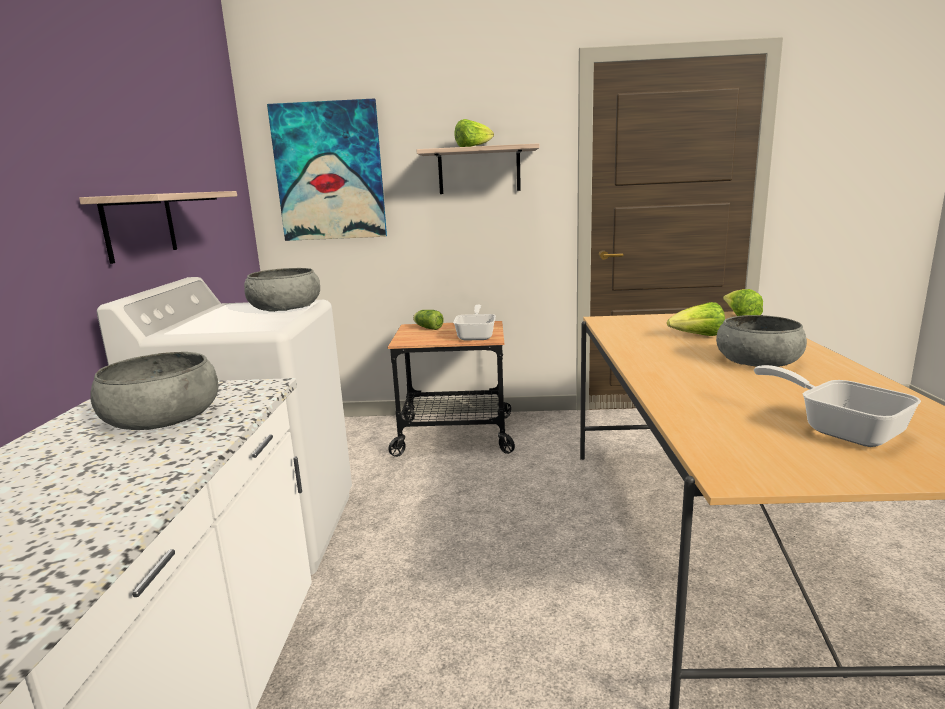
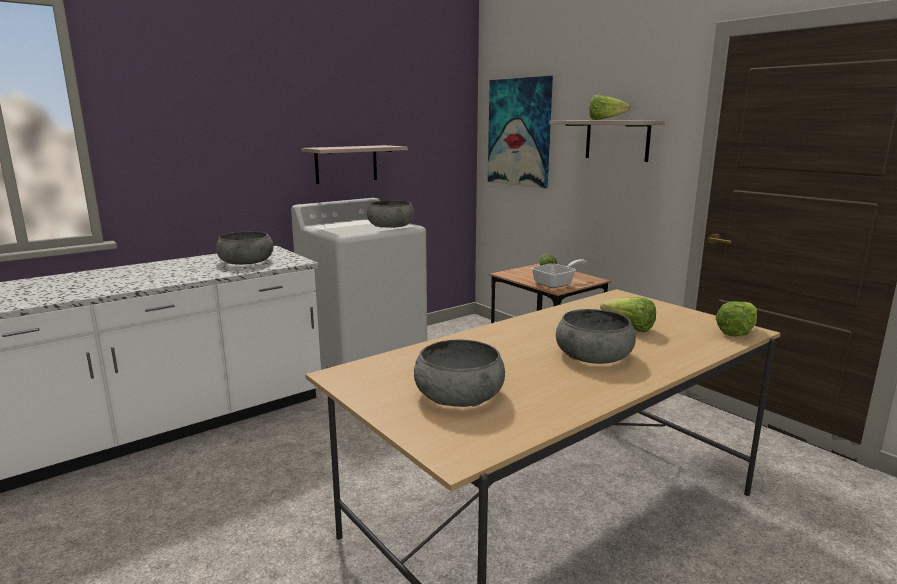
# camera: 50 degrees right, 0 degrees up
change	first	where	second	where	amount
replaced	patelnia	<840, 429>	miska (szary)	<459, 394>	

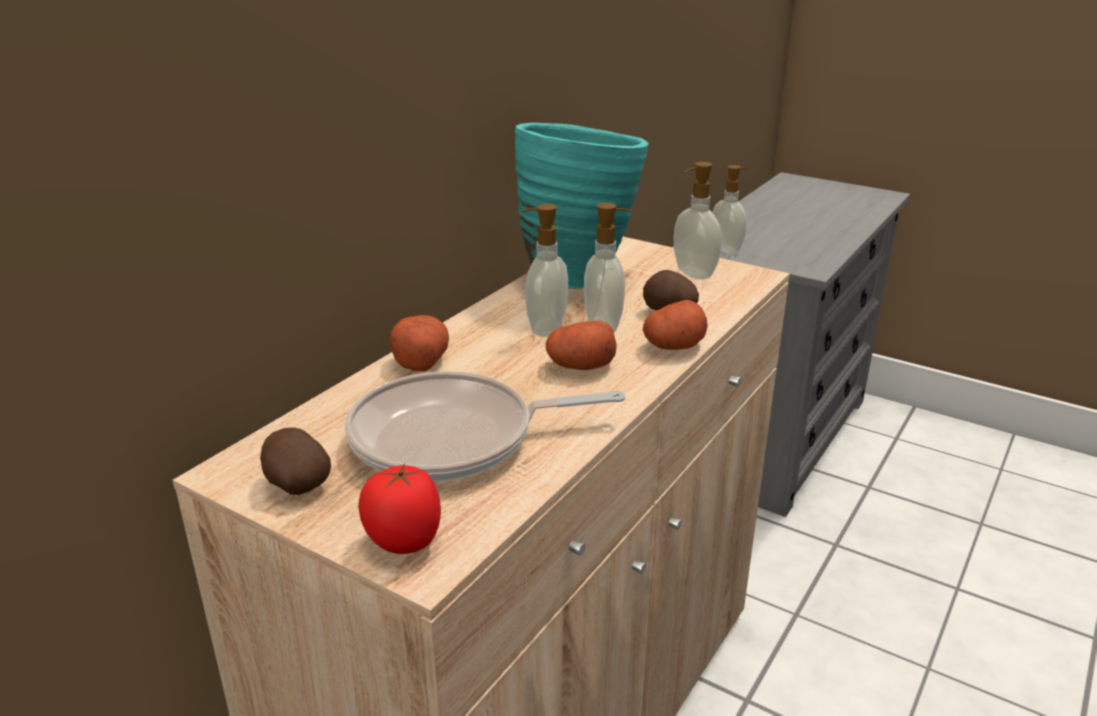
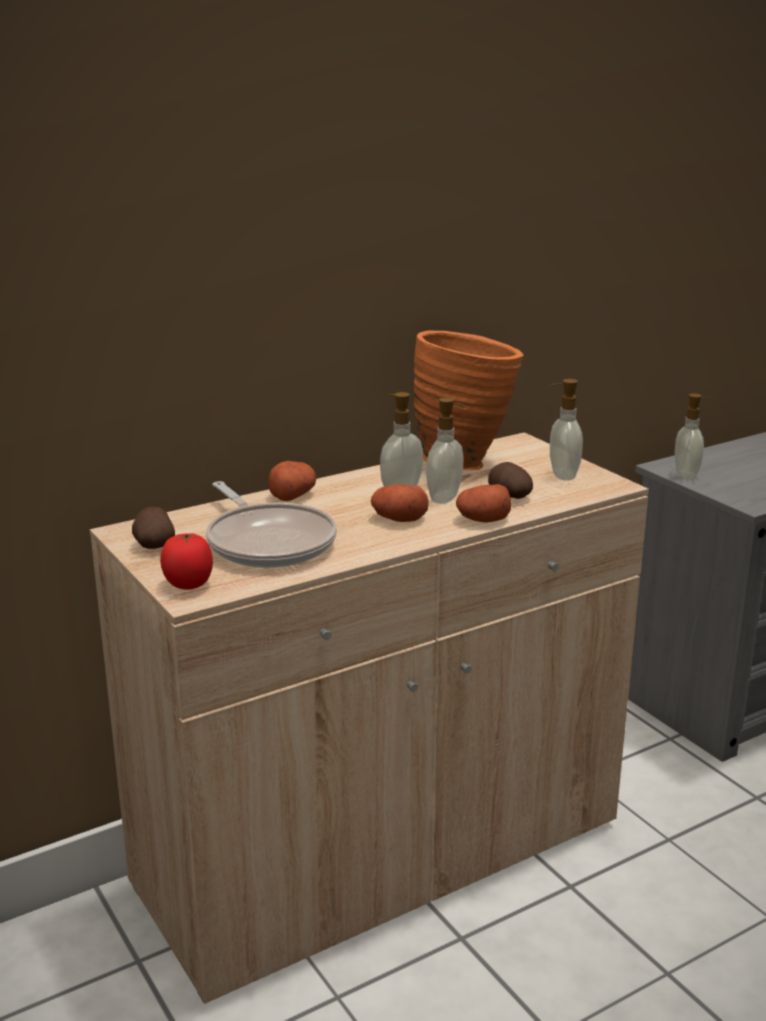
# camera: 25 degrees right, 5 degrees down
change	first	where	second	where	amount
recoloured	wazon (turkusowy)	<578, 277>	wazon (pomarańczowy)	<465, 462>	
turned	patelnia	<453, 438>		<268, 542>	135 degrees counterclockwise

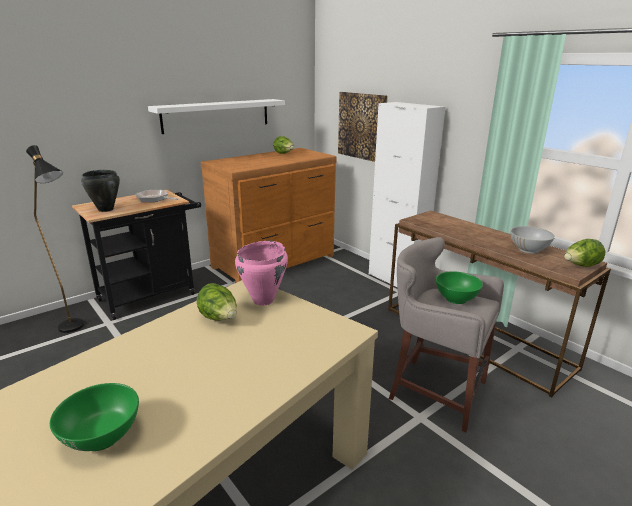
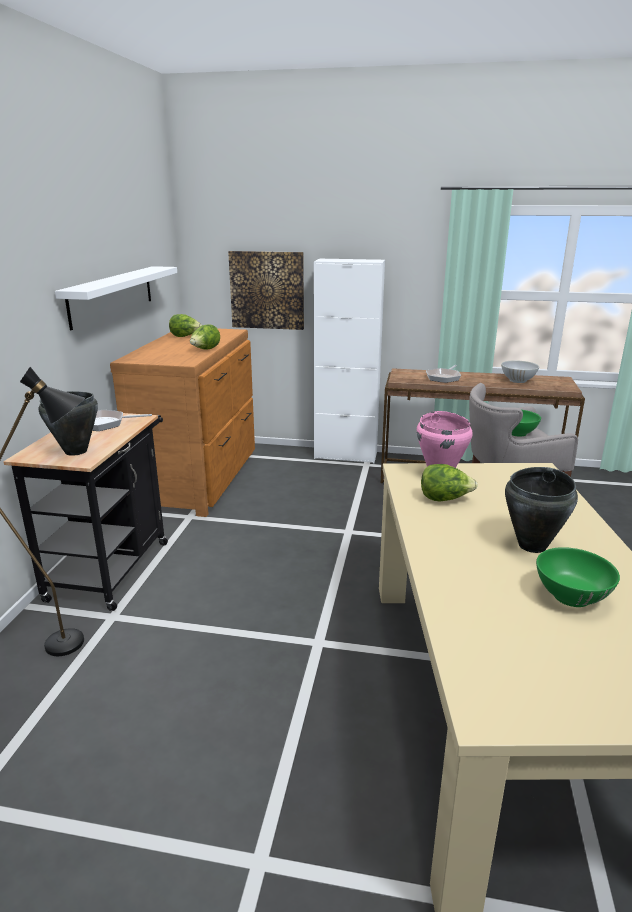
# camera: 40 degrees left, 0 degrees up
change	first	where	second	where	amount
added			patelnia	<444, 377>	
added			garnek (czarny)	<533, 545>	
moved	sałata	<580, 266>		<205, 350>	

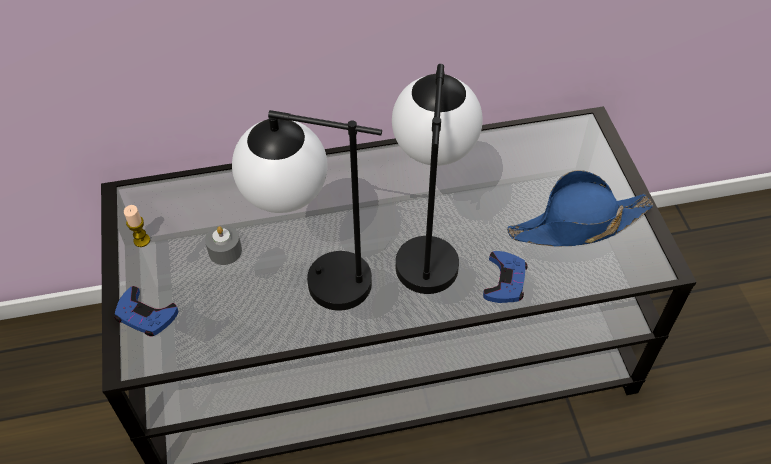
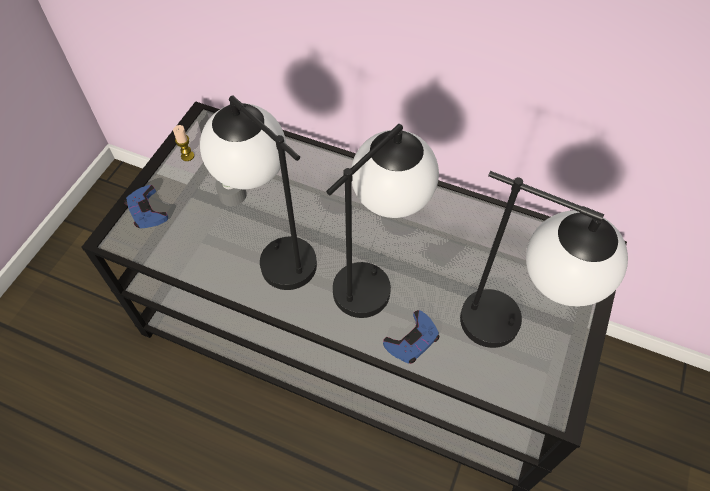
# camera: 35 degrees right, 5 degrees up
change	first	where	second	where	amount
replaced	kapelusz (niebieski)	<577, 225>	lampa stołowa	<513, 330>	

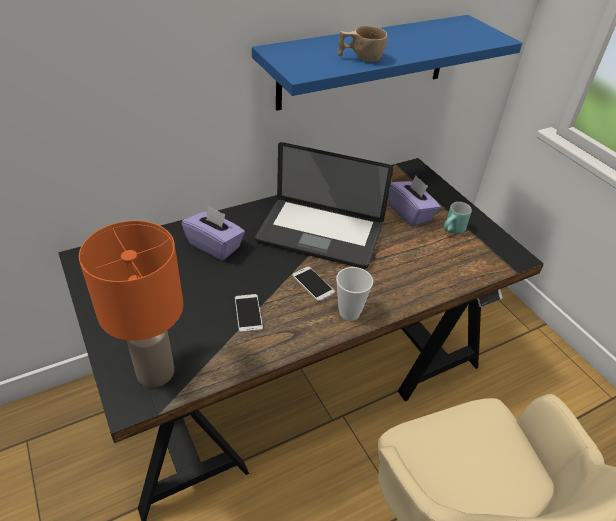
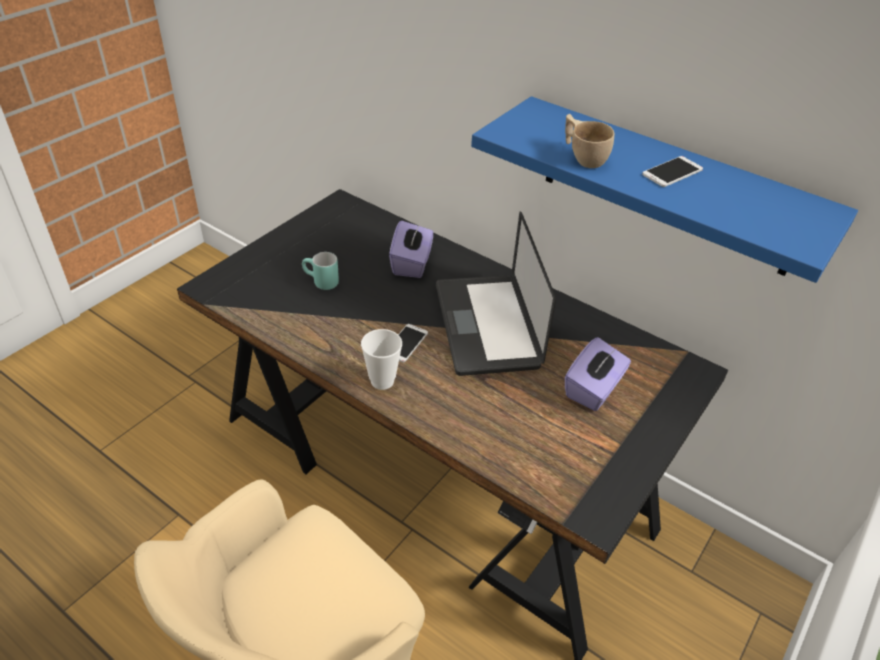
# camera: 65 degrees right, 0 degrees up
change	first	where	second	where	amount
removed	lampa stołowa (pomarańczowy)	<154, 371>			
moved	telefon	<248, 313>		<672, 172>	
moved	kubek (turkusowy)	<453, 231>		<320, 283>	

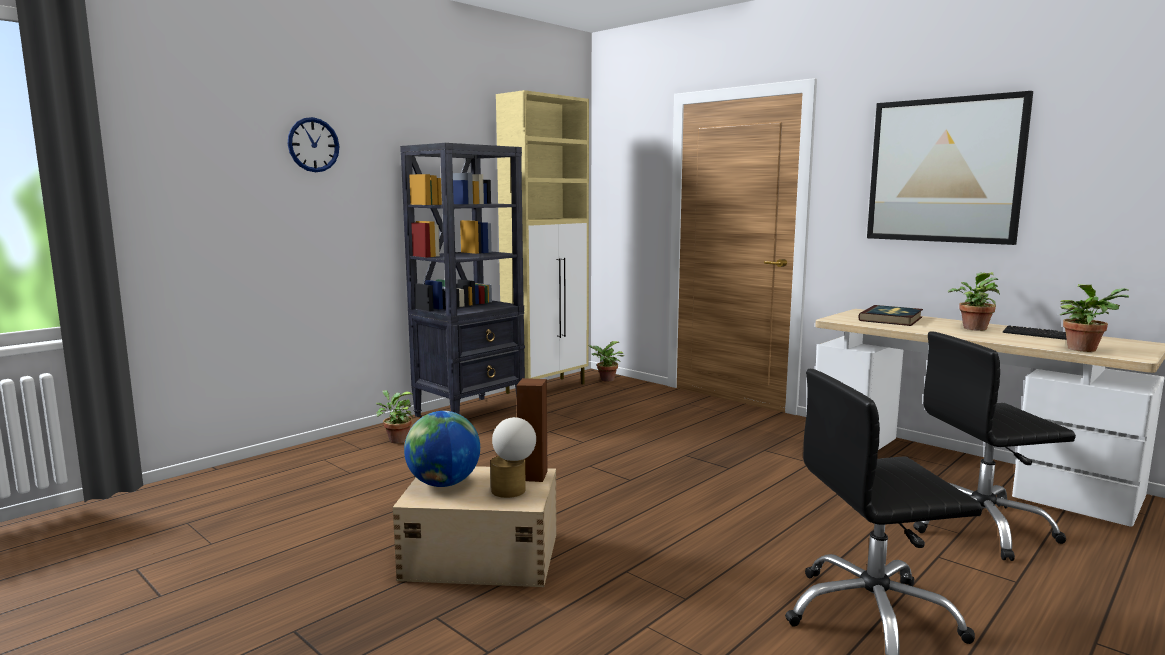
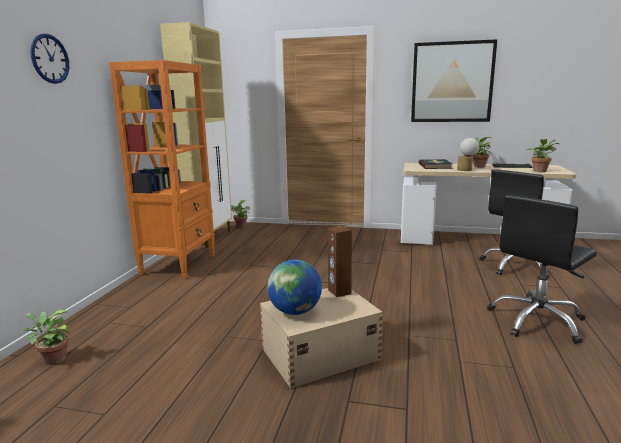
# camera: 30 degrees left, 5 degrees up
change	first	where	second	where	amount
moved	roślina doniczkowa	<396, 440>		<53, 359>	
moved	lampa stołowa	<513, 491>		<466, 170>	
recoloured	regał (czarny)	<470, 413>	regał (pomarańczowy)	<179, 264>	

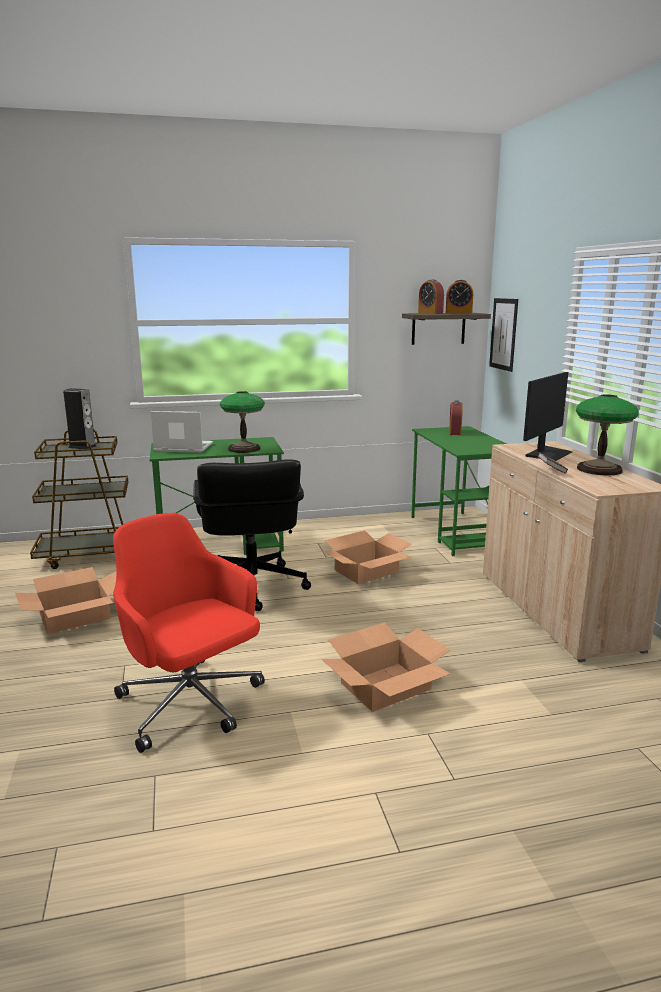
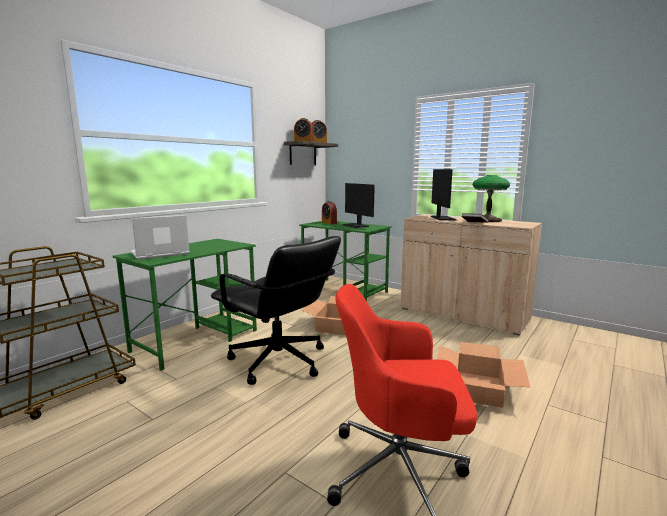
# camera: 40 degrees left, 5 degrees down
change	first	where	second	where	amount
removed	karton	<75, 616>			
removed	głośnik	<82, 447>			
removed	lampa stołowa	<243, 449>			
removed	obraz	<503, 334>			
added			monitor	<355, 225>	

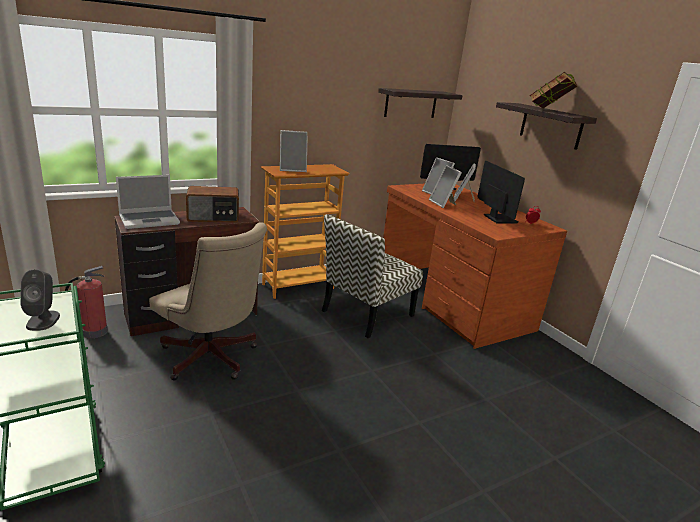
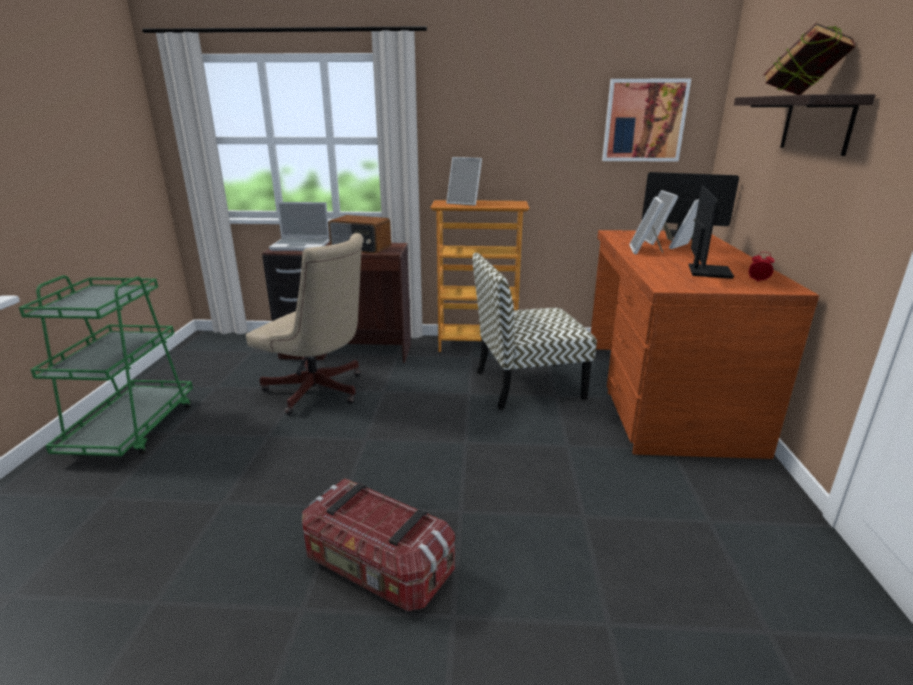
# camera: 35 degrees right, 0 degrees up
change	first	where	second	where	amount
removed	głośnik (szary)	<43, 320>			
removed	gaśnica	<93, 332>			
added			pojemnik do przechowywania	<377, 568>	
replaced	półka	<411, 103>	obraz	<644, 121>	
turned	krzesło biurowe (beżowy)	<211, 360>		<319, 392>	45 degrees counterclockwise

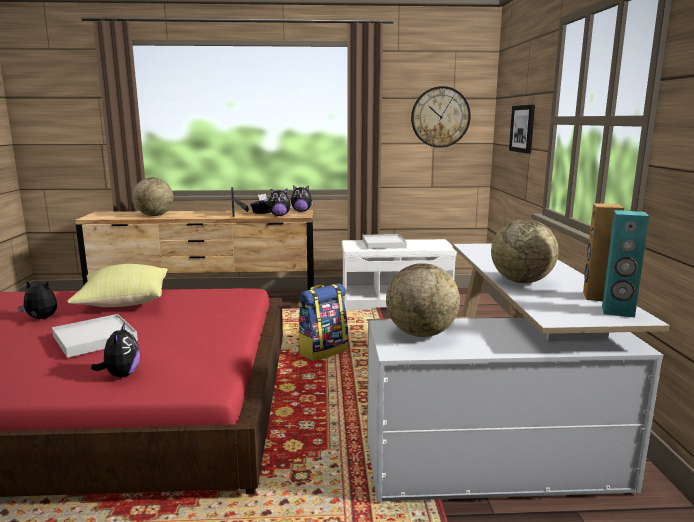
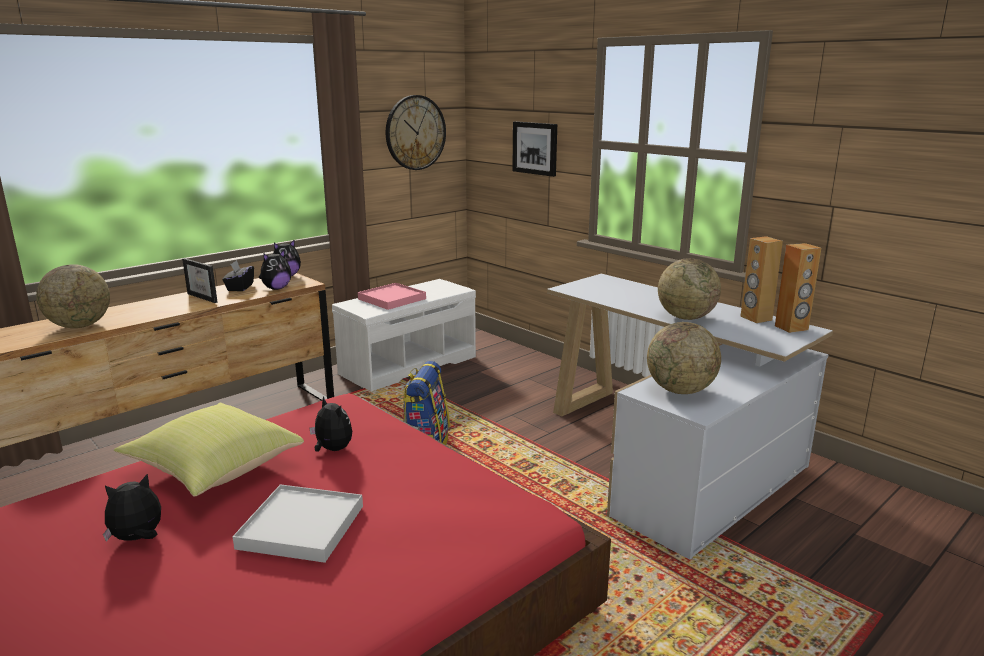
# camera: 40 degrees left, 5 degrees up
change	first	where	second	where	amount
moved	pluszak	<121, 375>		<332, 449>	
recoloured	taca (biały)	<384, 244>	taca (różowy)	<392, 299>	
recoloured	głośnik (turkusowy)	<618, 311>	głośnik (brązowy)	<791, 328>	

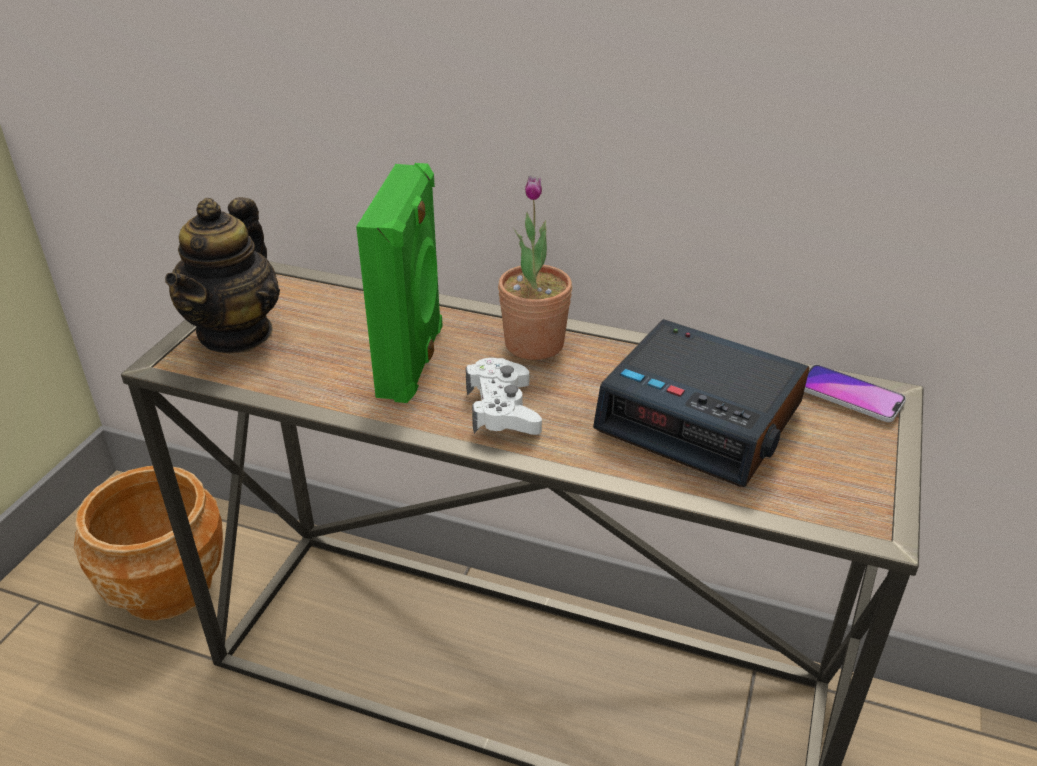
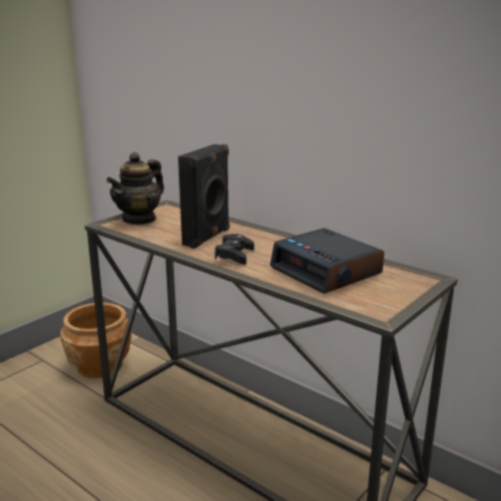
# camera: 20 degrees right, 15 degrees down
change	first	where	second	where	amount
removed	roślina doniczkowa	<534, 344>			
removed	telefon	<850, 395>			
recoloured	głośnik (zielony)	<413, 362>	głośnik (czarny)	<208, 237>	
recoloured	pad do gier (biały)	<502, 409>	pad do gier (czarny)	<234, 255>	

